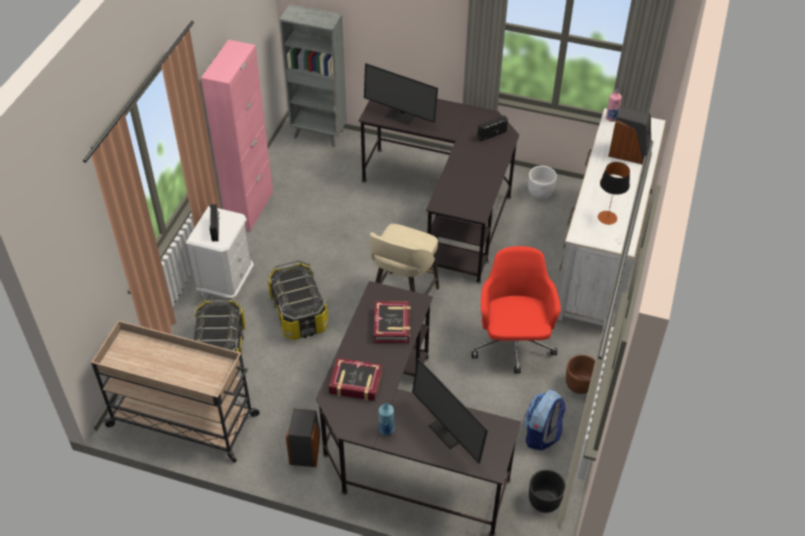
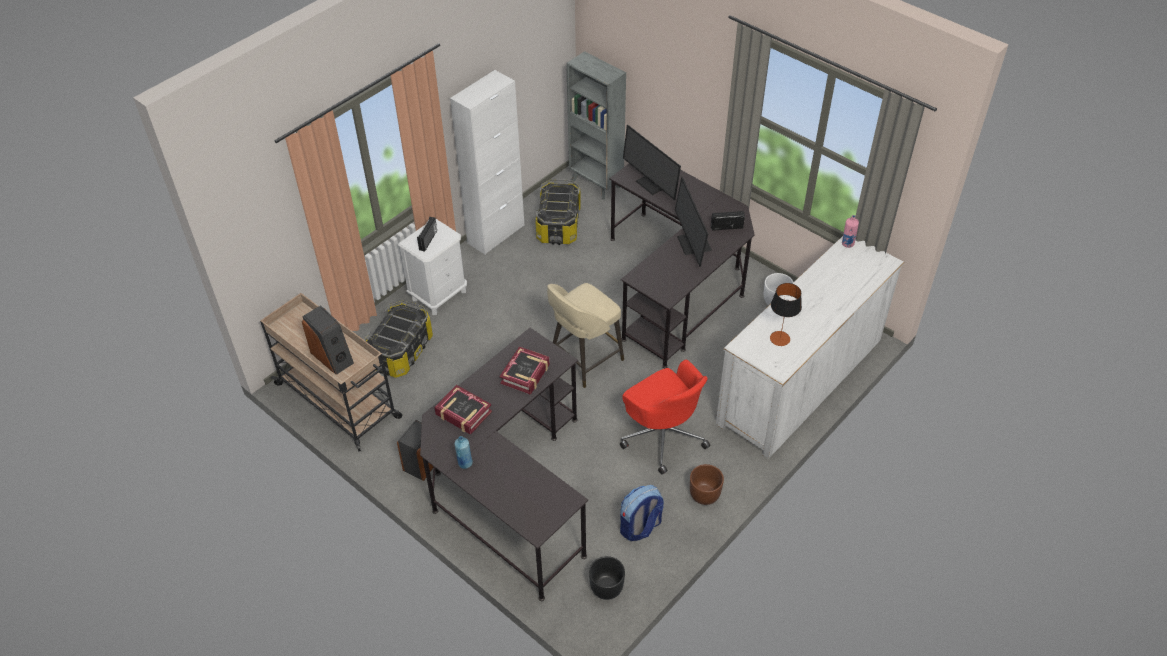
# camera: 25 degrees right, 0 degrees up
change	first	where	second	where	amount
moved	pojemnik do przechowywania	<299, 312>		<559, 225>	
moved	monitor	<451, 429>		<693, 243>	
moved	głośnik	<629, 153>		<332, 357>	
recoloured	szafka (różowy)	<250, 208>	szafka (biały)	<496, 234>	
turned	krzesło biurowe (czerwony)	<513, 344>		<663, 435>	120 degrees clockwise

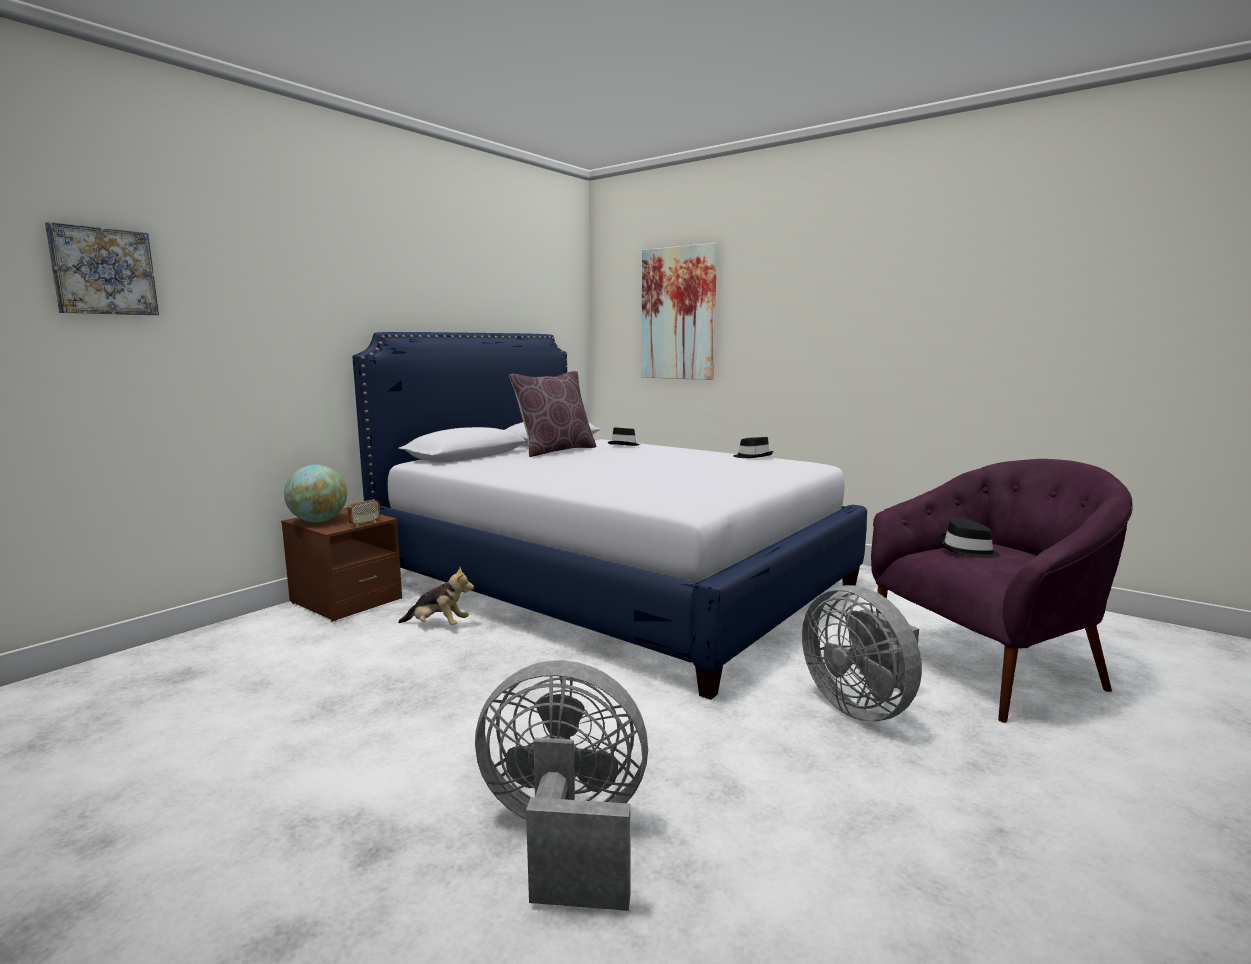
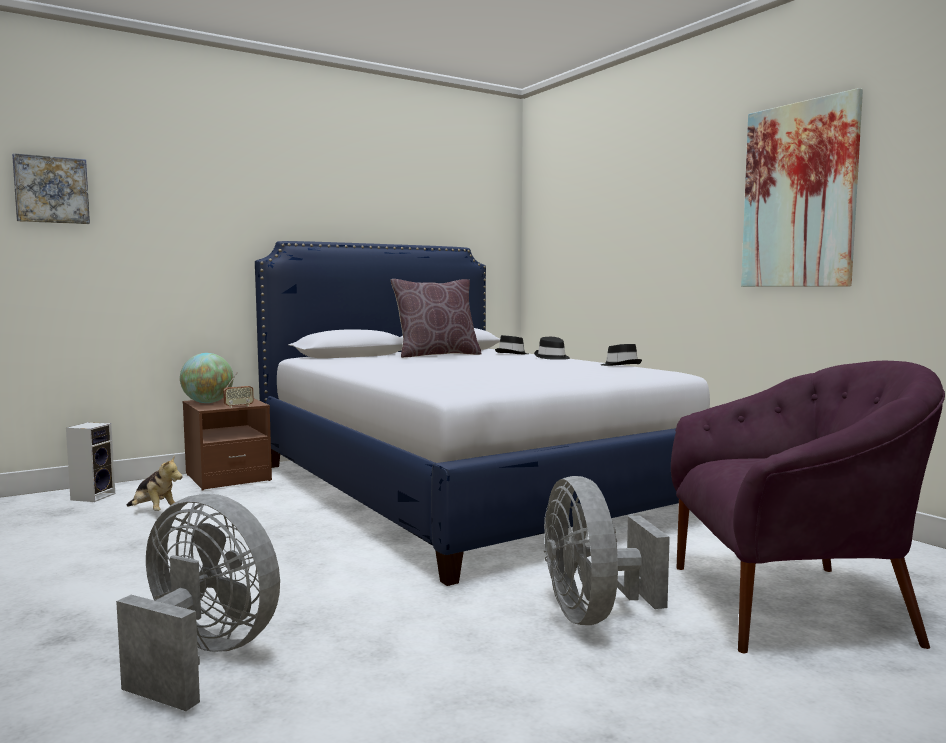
# camera: 20 degrees right, 5 degrees down
change	first	where	second	where	amount
added			głośnik	<93, 496>	
moved	pluszak	<438, 625>		<154, 512>	
moved	obraz	<678, 313>		<799, 195>	
moved	kapelusz (czarny)	<967, 550>		<552, 357>	

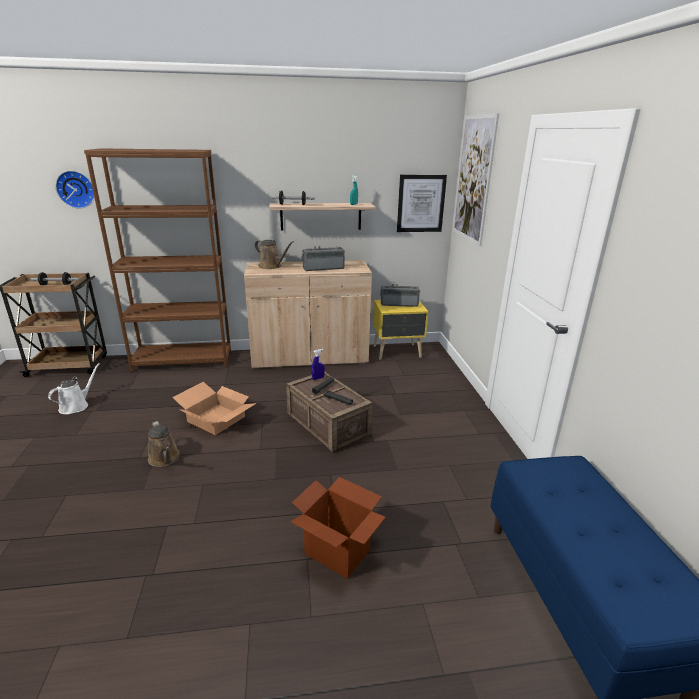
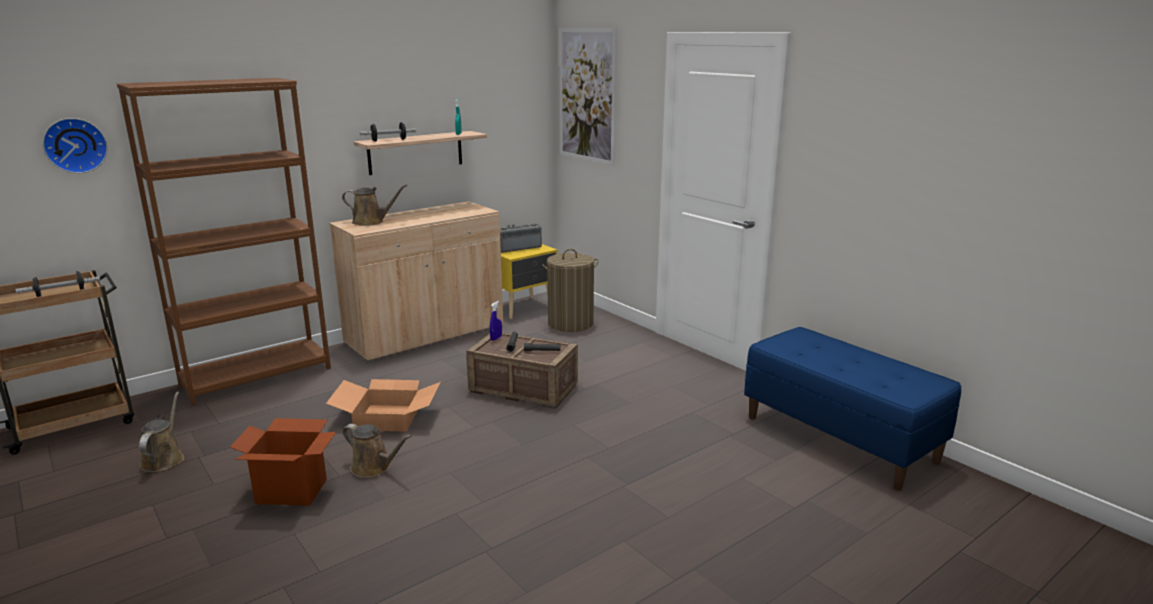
# camera: 30 degrees left, 5 degrees down
change	first	where	second	where	amount
removed	radio	<323, 268>			
removed	obraz	<421, 203>			
added			kosz na pranie	<570, 323>	
moved	karton	<337, 552>		<292, 491>	
recoloured	konewka (biały)	<76, 406>	konewka (brązowy)	<164, 459>	

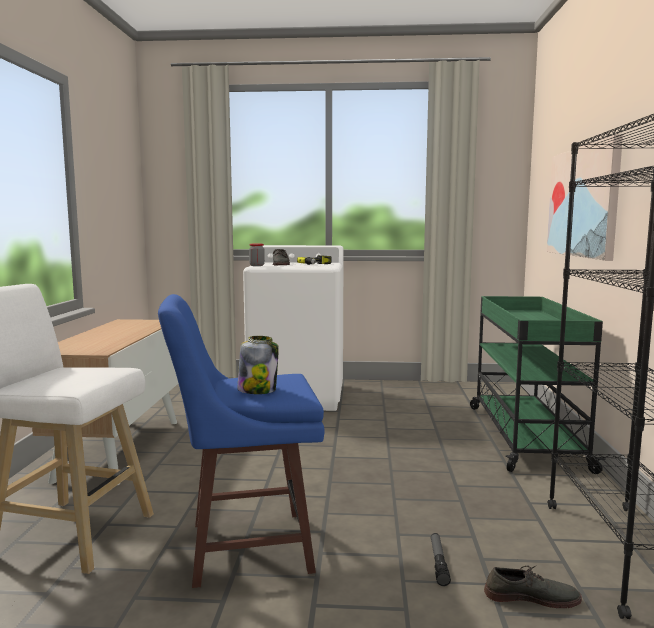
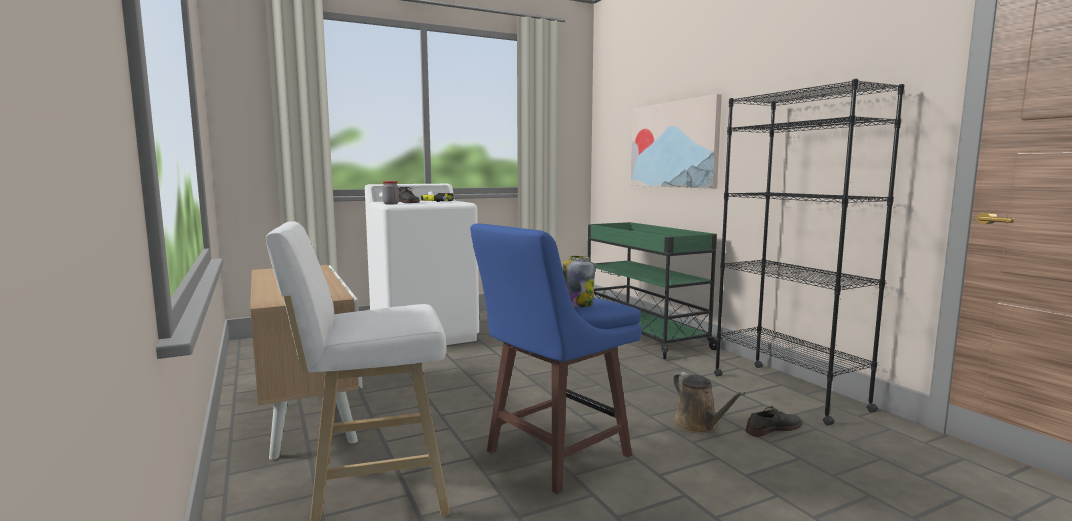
# camera: 30 degrees left, 0 degrees up
change	first	where	second	where	amount
replaced	latarka	<438, 563>	konewka (brązowy)	<699, 425>	

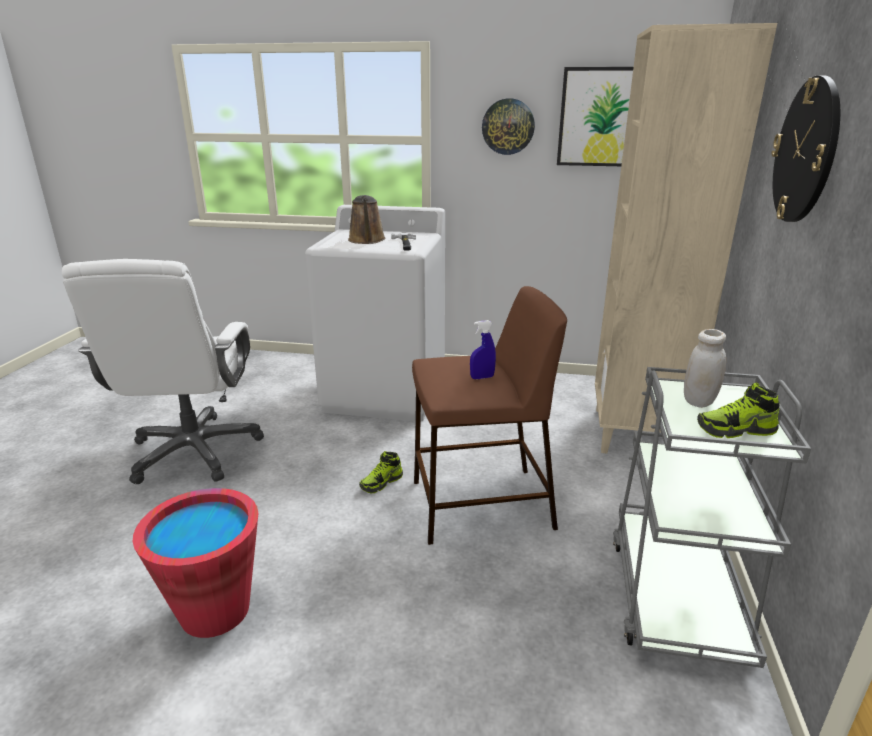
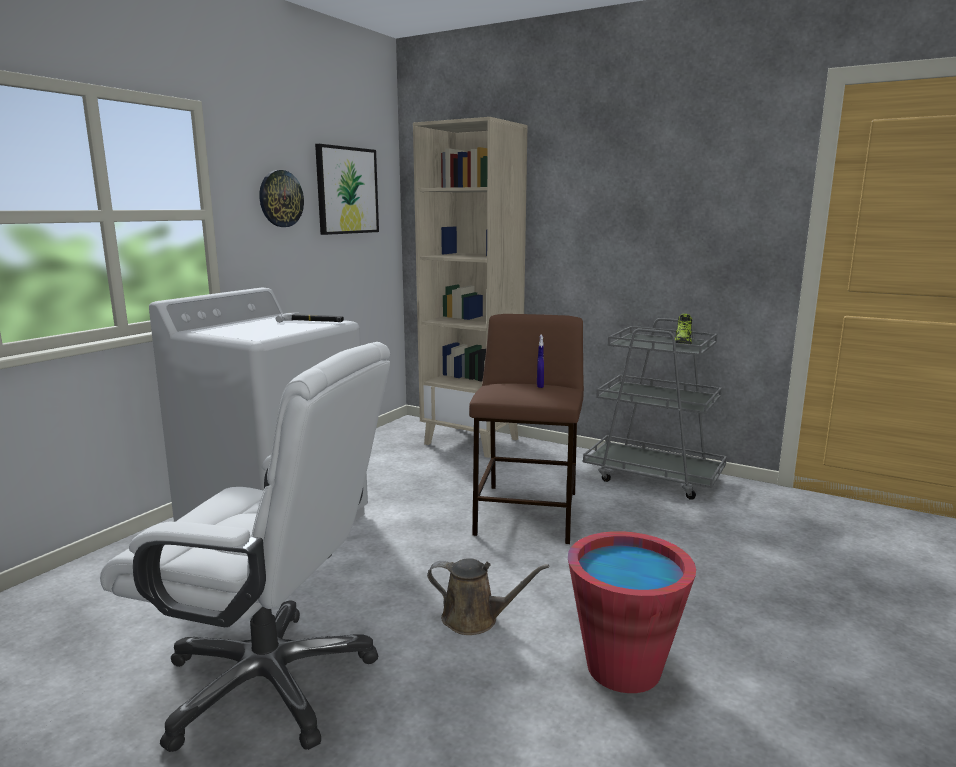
# camera: 70 degrees left, 10 degrees down
change	first	where	second	where	amount
removed	but	<381, 483>			
removed	słoik (biały)	<699, 401>			
removed	zegar ścienny	<806, 151>			
moved	konewka (brązowy)	<367, 240>		<475, 619>	

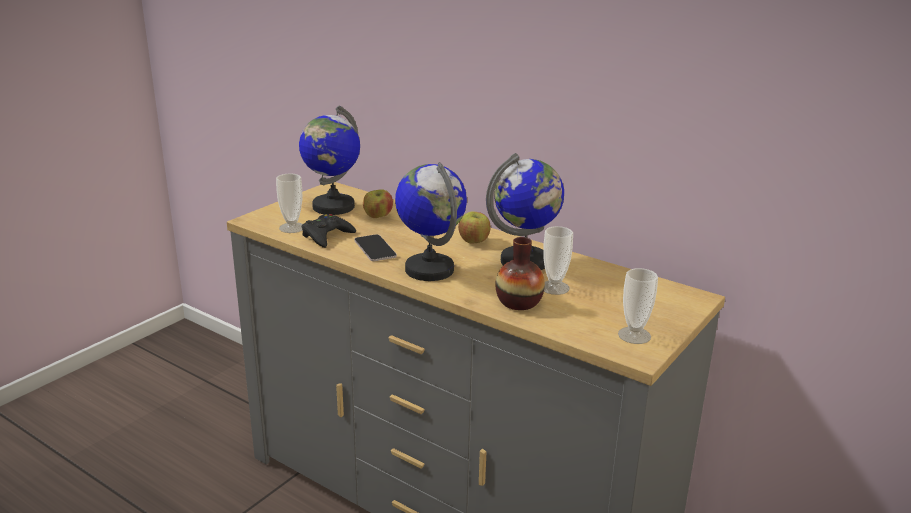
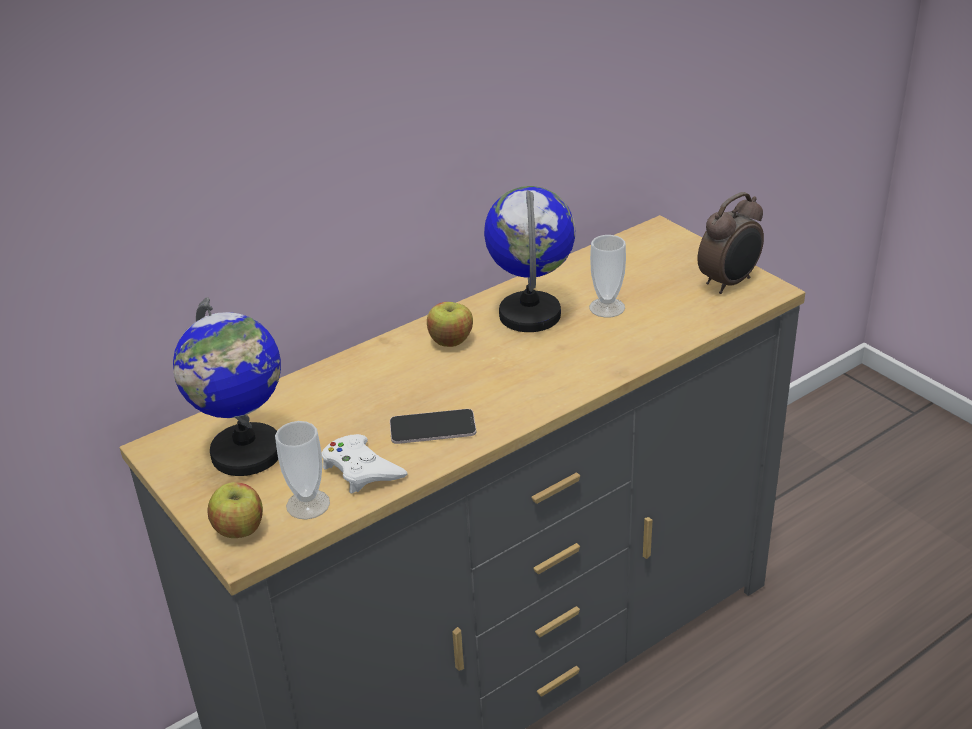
# camera: 70 degrees left, 10 degrees up
change	first	where	second	where	amount
removed	globus	<429, 269>			
removed	wazon	<519, 302>			
moved	jabłko	<378, 217>		<239, 530>	
replaced	filiżanka	<634, 335>	budzik	<729, 283>	
recoloured	pad do gier (czarny)	<326, 236>	pad do gier (biały)	<361, 470>	

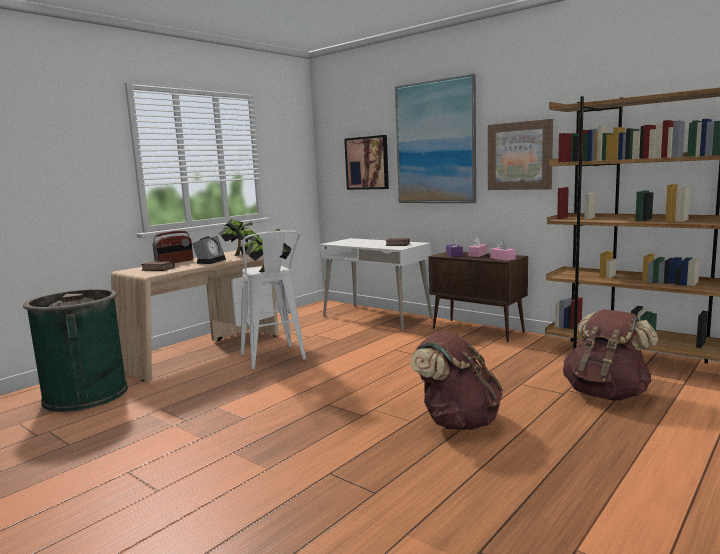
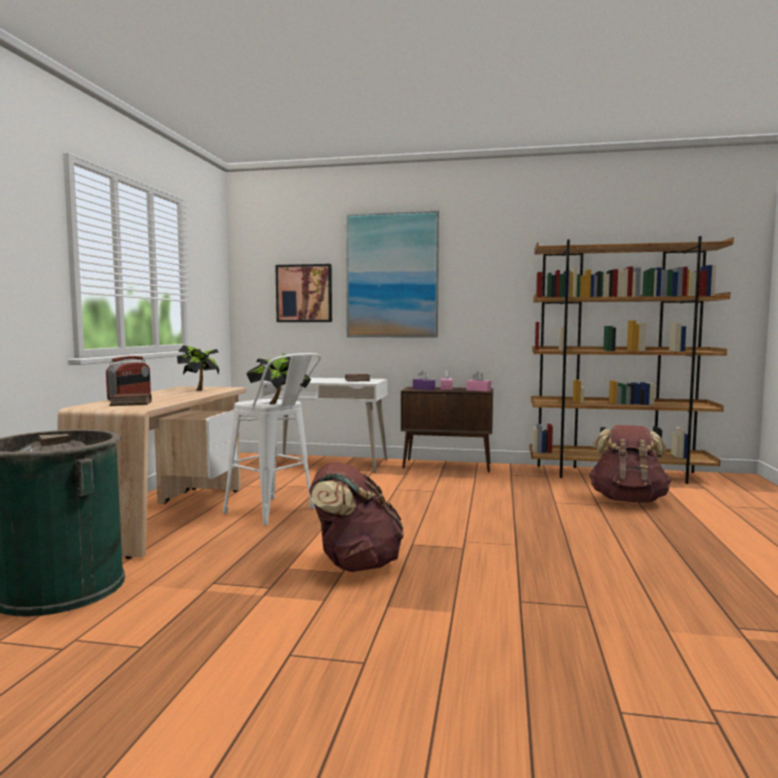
# camera: 30 degrees left, 5 degrees down
change	first	where	second	where	amount
removed	budzik	<210, 261>			
removed	obraz	<520, 156>			
moved	plecak (brązowy)	<457, 422>		<355, 564>	

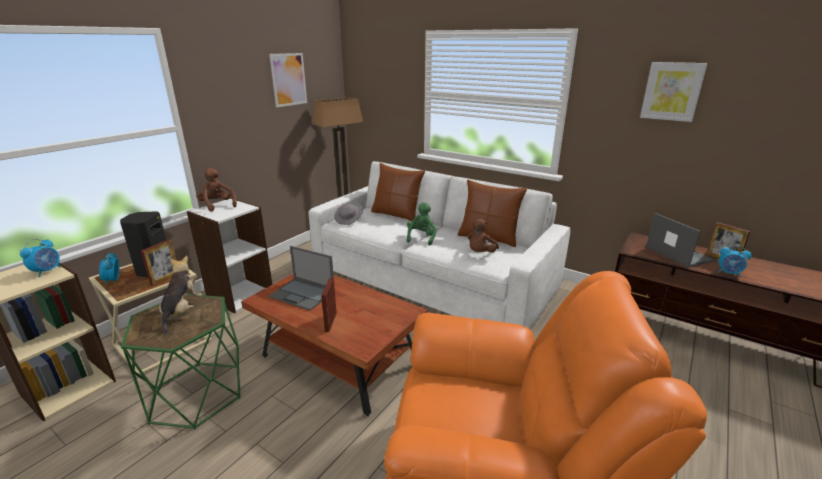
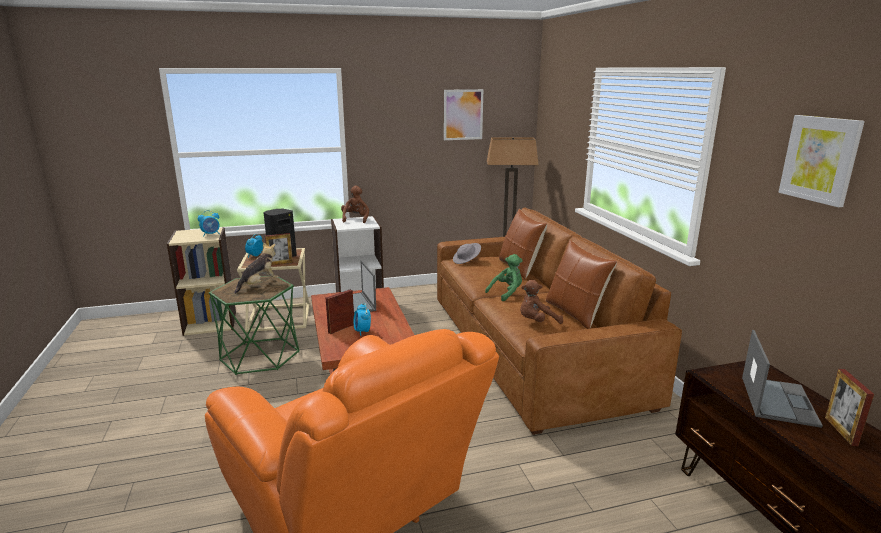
# camera: 40 degrees right, 5 degrees down
change	first	where	second	where	amount
moved	budzik	<729, 273>		<362, 332>	
recoloured	kanapa (biały)	<432, 278>	kanapa (brązowy)	<530, 349>	

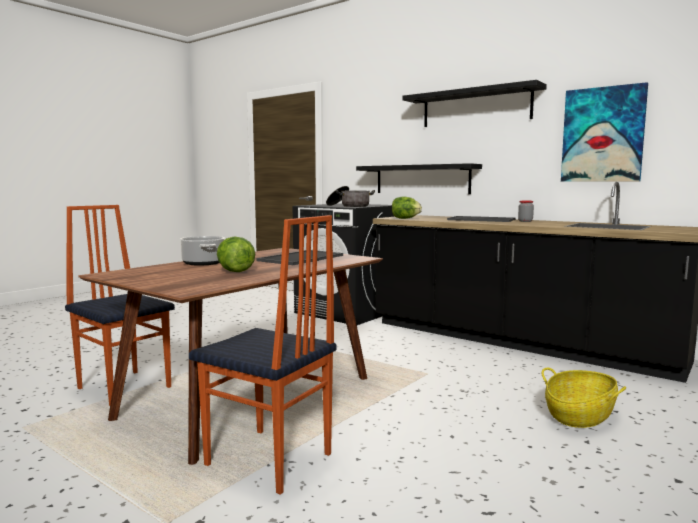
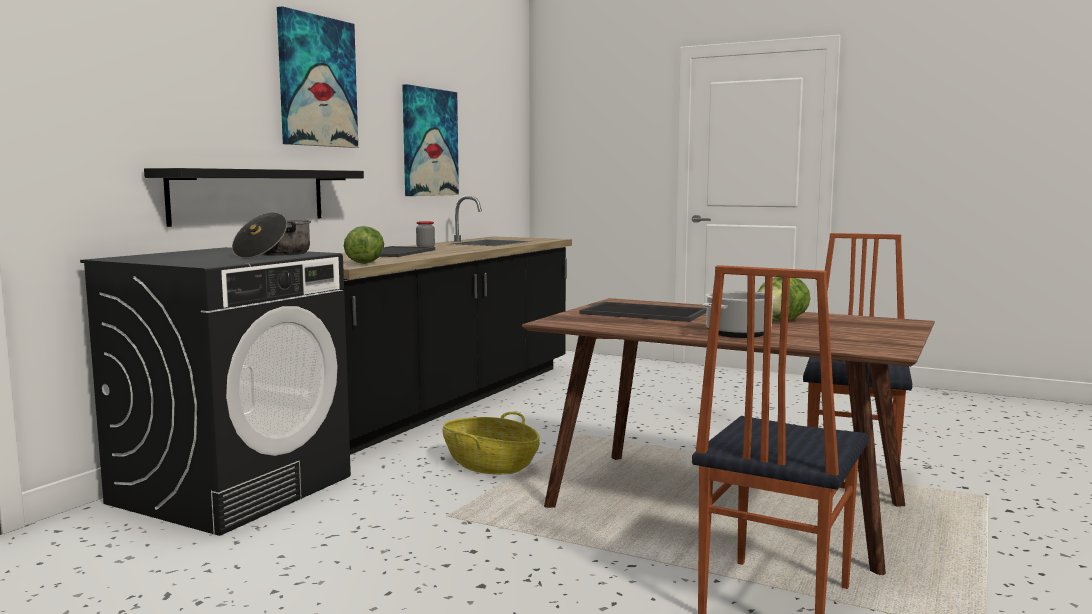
# camera: 100 degrees left, 0 degrees up
change	first	where	second	where	amount
moved	koszyk	<579, 415>		<490, 465>	
replaced	półka (czarny)	<475, 107>	obraz	<317, 81>	

